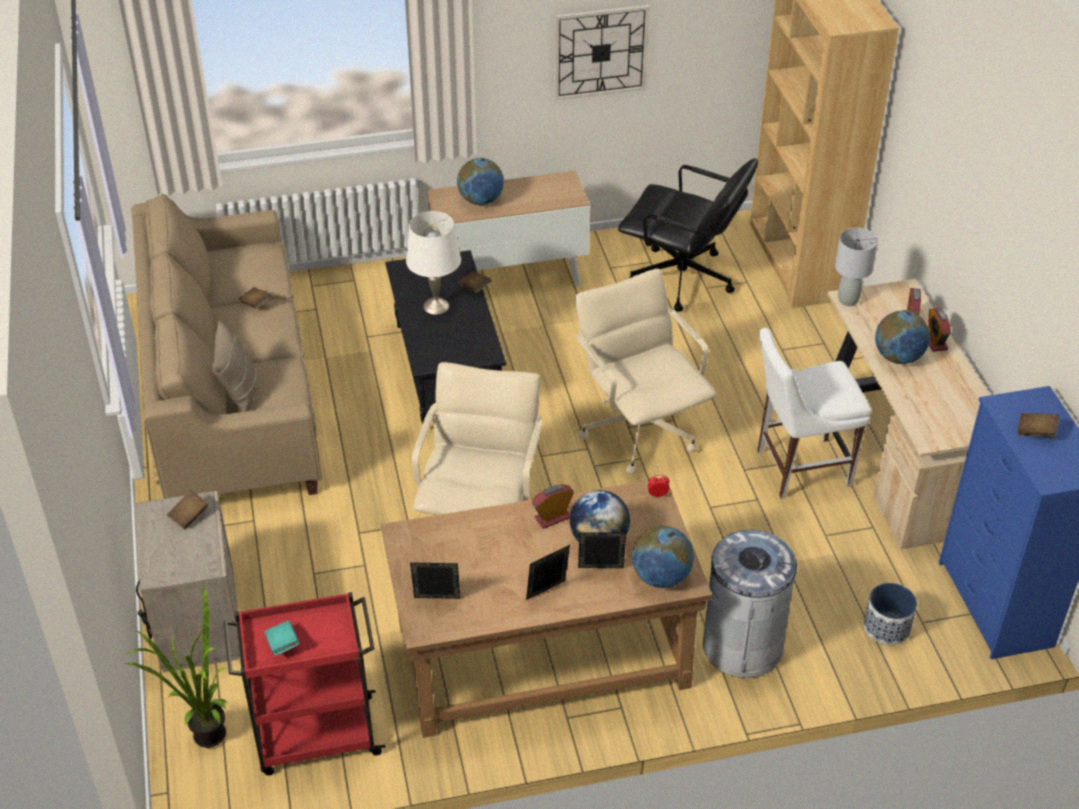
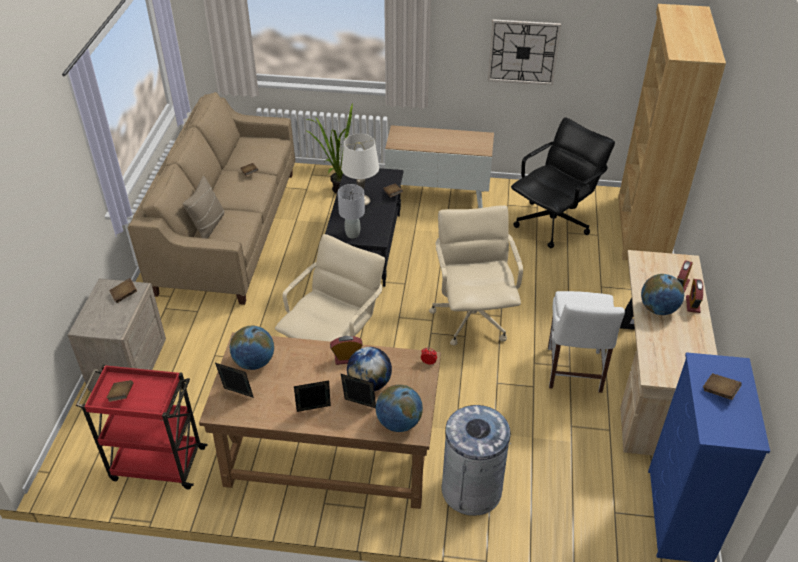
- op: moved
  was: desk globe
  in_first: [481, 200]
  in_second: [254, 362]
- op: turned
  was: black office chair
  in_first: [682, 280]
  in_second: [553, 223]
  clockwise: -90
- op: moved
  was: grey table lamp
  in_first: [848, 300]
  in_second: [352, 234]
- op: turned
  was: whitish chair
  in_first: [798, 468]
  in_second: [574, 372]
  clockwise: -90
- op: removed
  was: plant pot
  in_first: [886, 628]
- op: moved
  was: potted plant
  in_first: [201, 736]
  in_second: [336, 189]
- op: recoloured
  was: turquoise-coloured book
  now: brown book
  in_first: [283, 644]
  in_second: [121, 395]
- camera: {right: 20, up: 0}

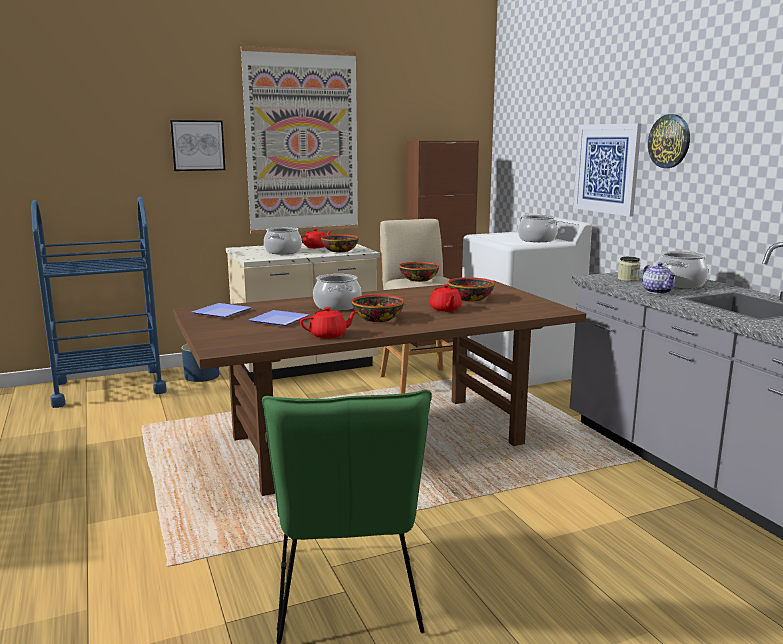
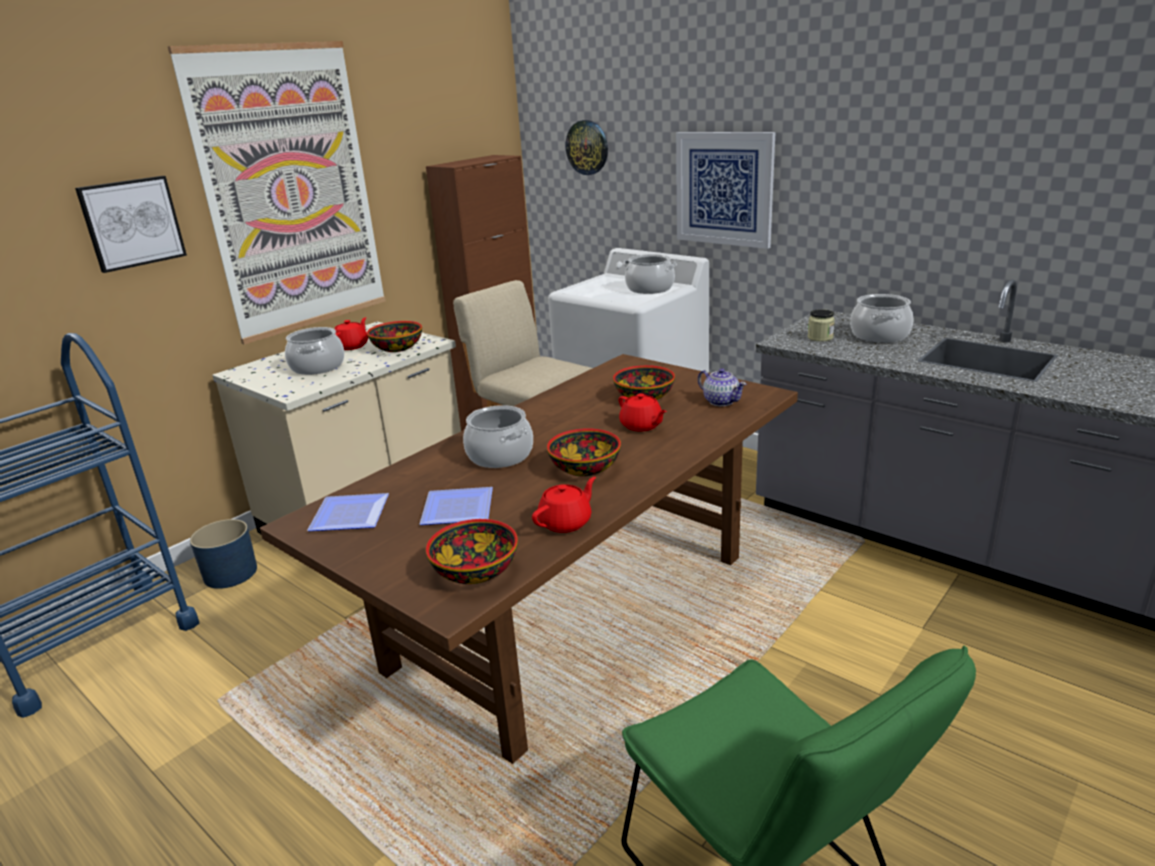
- op: moved
  was: wall clock
  in_first: [669, 141]
  in_second: [587, 147]
- op: moved
  was: bowl
  in_first: [419, 280]
  in_second: [476, 571]
- op: moved
  was: pot for tea
  in_first: [657, 291]
  in_second: [721, 401]
- camera: {right: -25, up: 10}

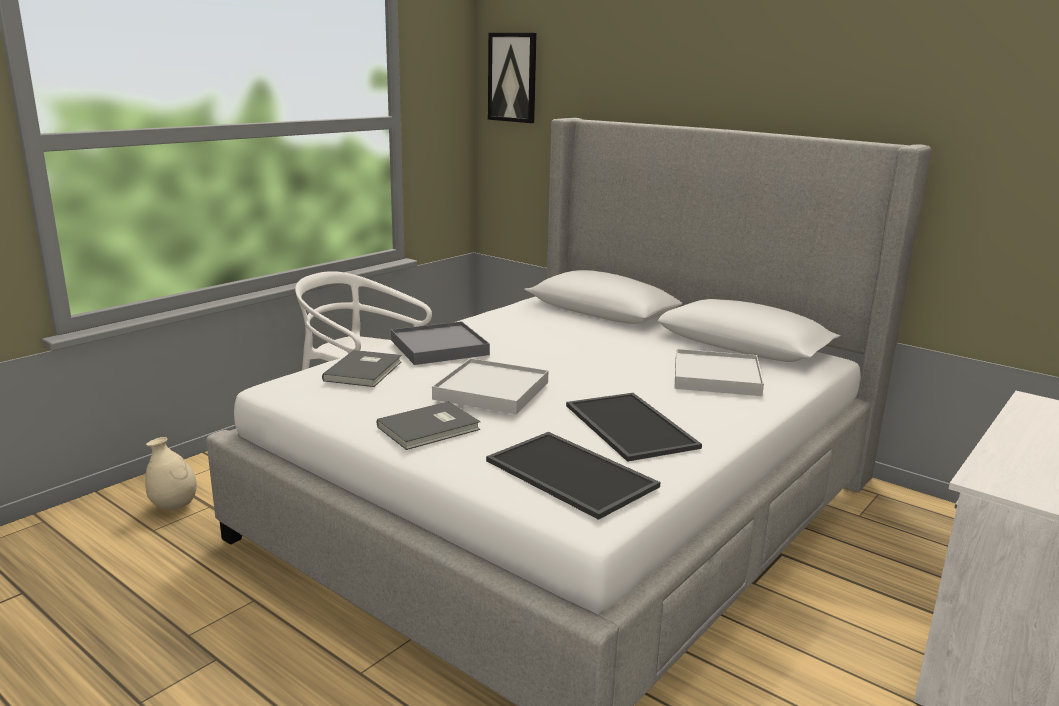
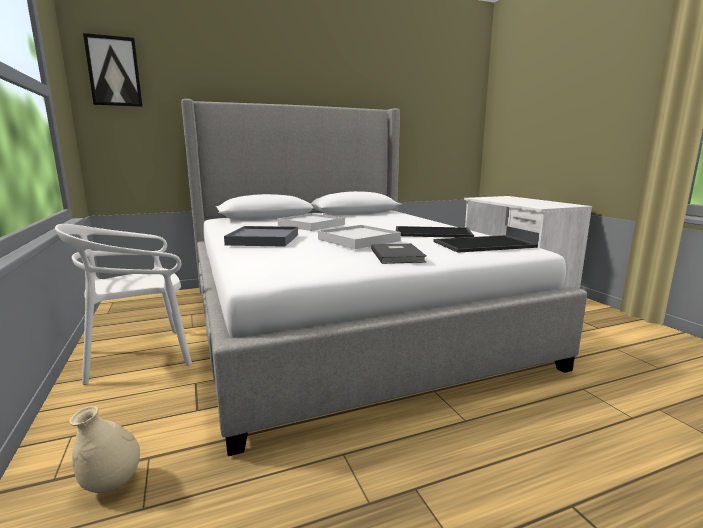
- op: moved
  was: whitish carrying tray
  in_first: [716, 377]
  in_second: [311, 225]
- op: removed
  was: grey book
  in_first: [365, 371]
- camera: {right: -60, up: -5}

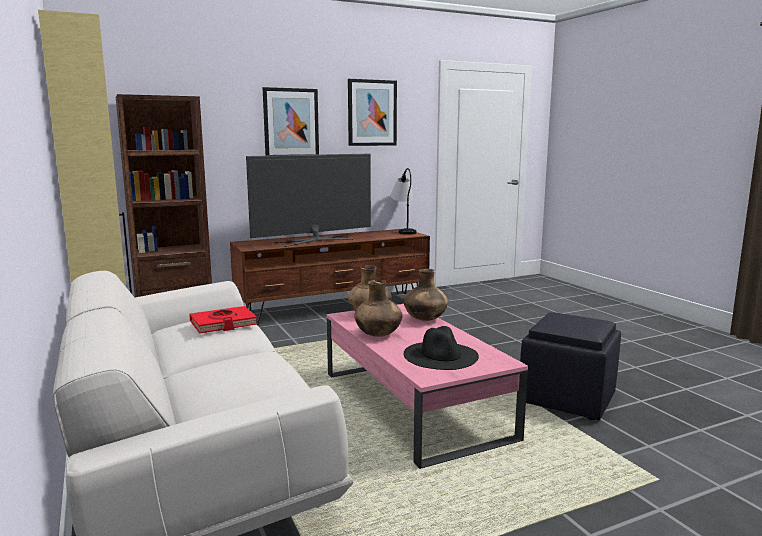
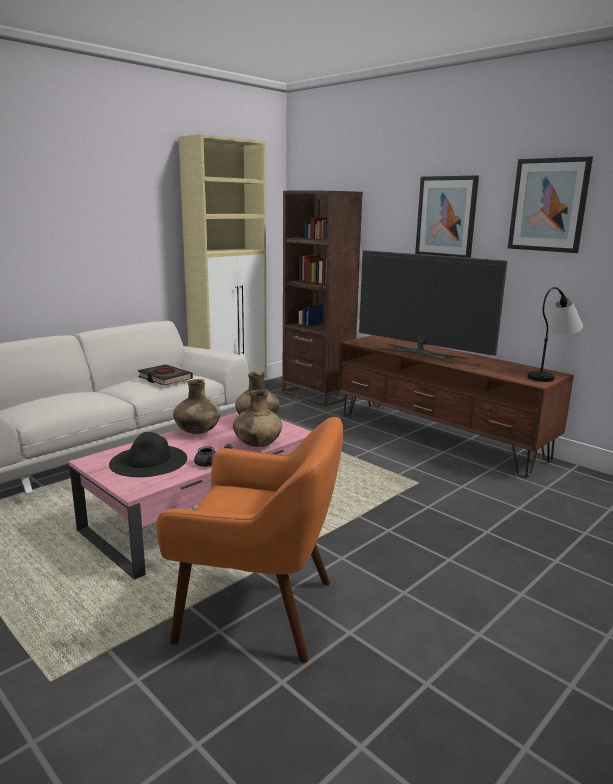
- op: recoloured
  was: red book
  now: black book
  in_first: [223, 324]
  in_second: [165, 378]
- op: replaced
  was: black pouffe
  now: orangey armchair
  in_first: [568, 398]
  in_second: [259, 610]
- op: added
  now: grey pot for tea
  in_second: [211, 463]
- camera: {right: 70, up: 5}

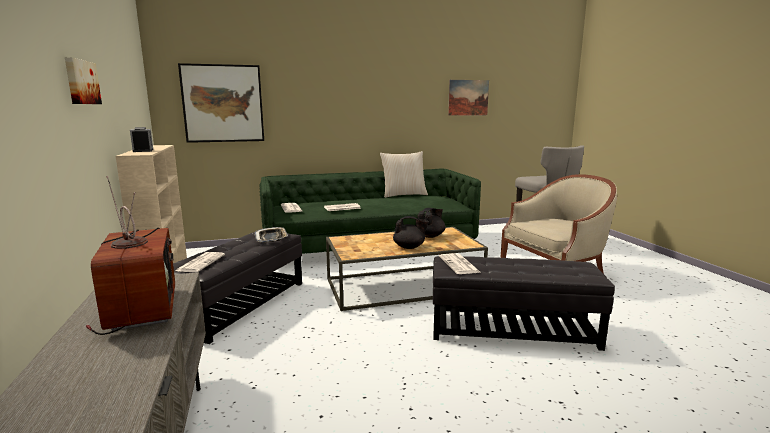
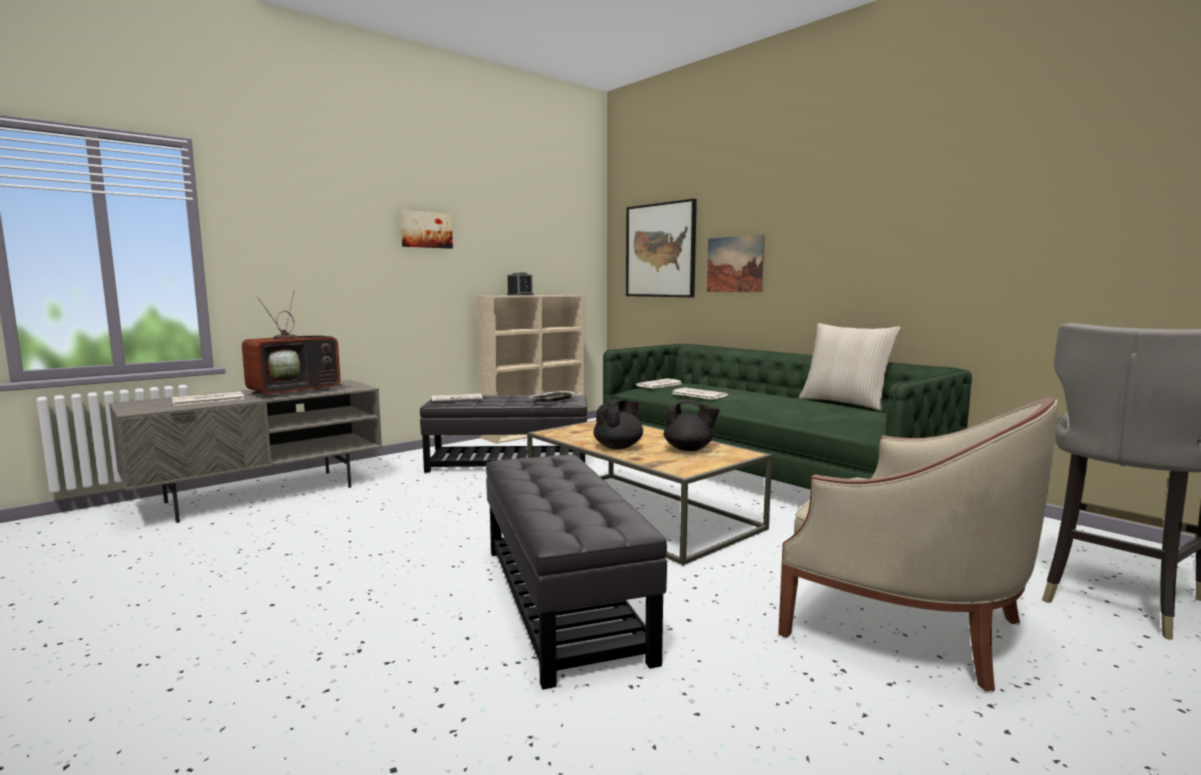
- op: moved
  was: wall picture
  in_first: [468, 97]
  in_second: [734, 264]
- op: turned
  was: black pot for tea
  in_first: [409, 247]
  in_second: [618, 447]
  clockwise: -120
- op: moved
  was: printed paper
  in_first: [459, 265]
  in_second: [207, 400]
- camera: {right: 65, up: -5}

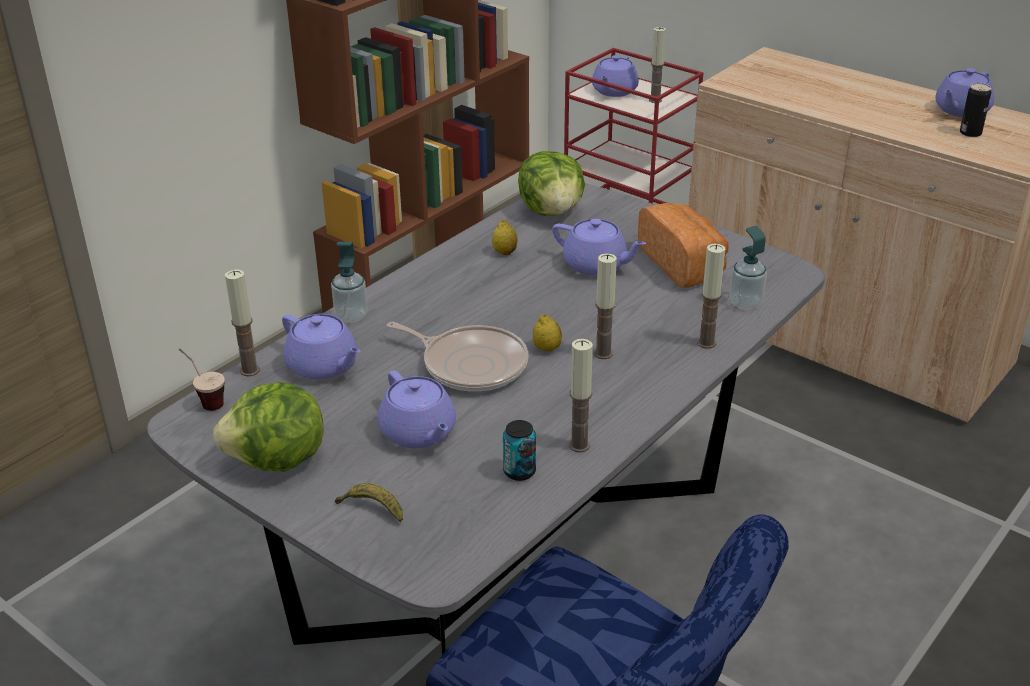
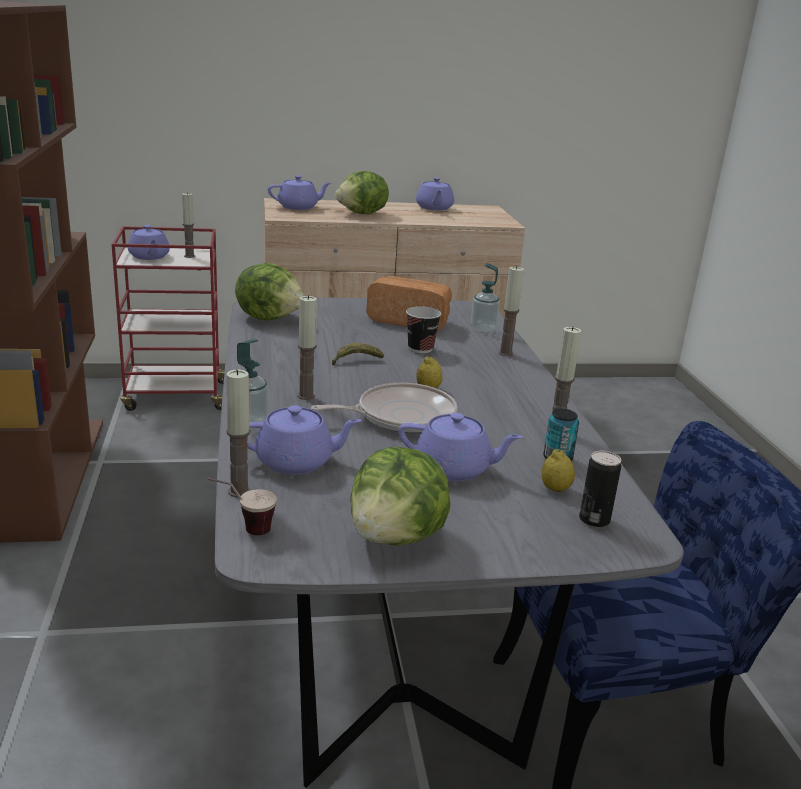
- op: moved
  was: can
  in_first: [970, 133]
  in_second: [594, 520]
- op: moved
  was: purplish pot for tea
  in_first: [596, 265]
  in_second: [299, 207]
- op: moved
  was: whole lemon
  in_first: [504, 252]
  in_second: [555, 489]
- op: moved
  was: candle
  in_first: [603, 353]
  in_second: [306, 396]
- op: moved
  was: banana
  in_first: [372, 509]
  in_second: [355, 360]
- op: added
  now: lettuce
  in_second: [363, 214]
- op: added
  now: small cup
  in_second: [420, 348]
- camera: {right: -50, up: -10}

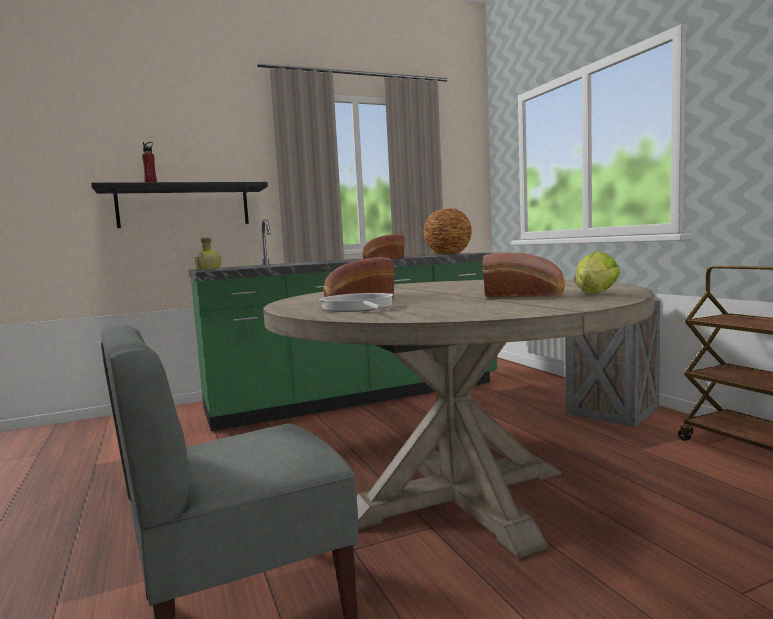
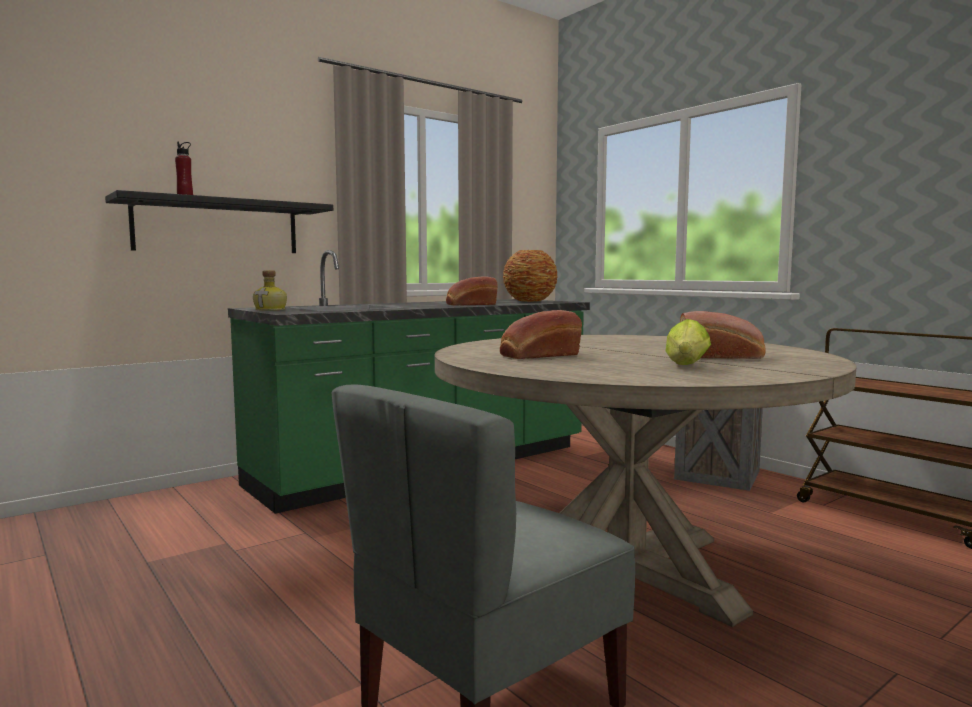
- op: moved
  was: lettuce
  in_first: [594, 294]
  in_second: [686, 366]
- op: removed
  was: pan
  in_first: [358, 308]
- camera: {right: -15, up: 0}

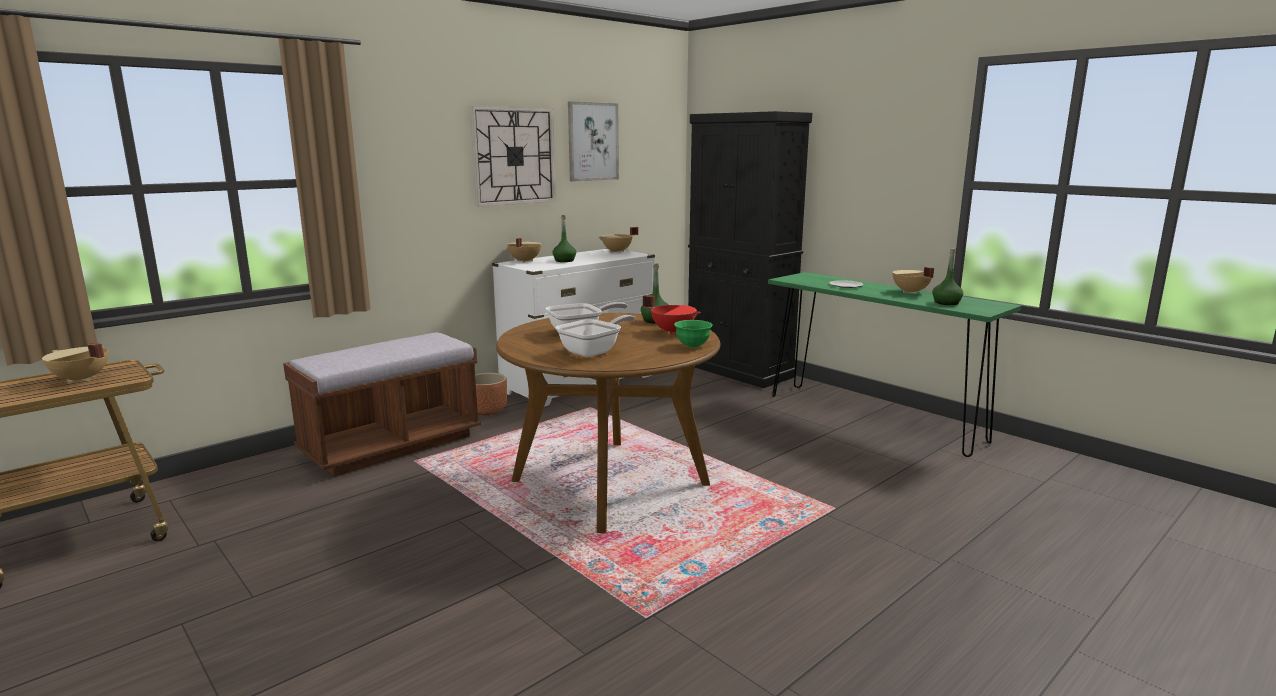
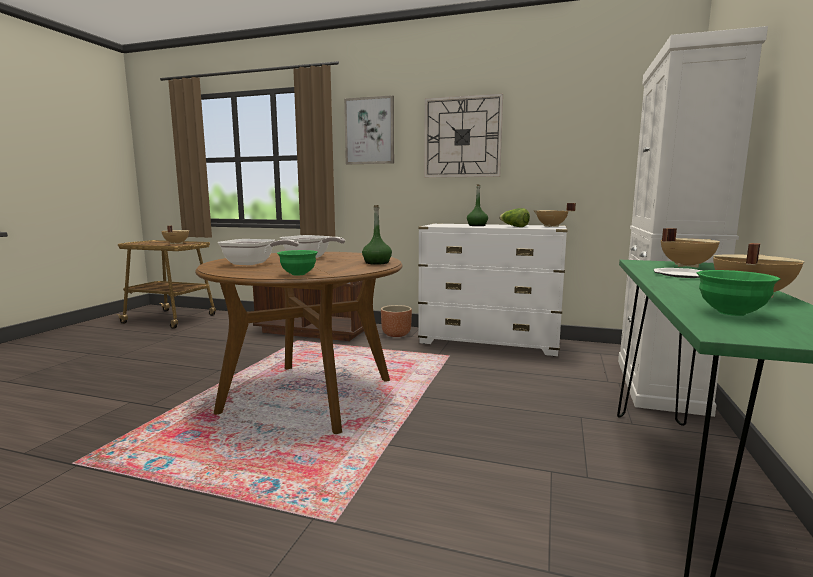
- op: moved
  was: wall picture
  in_first: [592, 141]
  in_second: [369, 131]
- op: recoloured
  was: black storage cabinet
  now: whitish storage cabinet
  in_first: [739, 370]
  in_second: [659, 385]
- op: moved
  was: beige cooking pot
  in_first: [524, 261]
  in_second: [685, 266]
- op: replaced
  was: greenish bottle
  now: greenish bowl
  in_first: [946, 303]
  in_second: [732, 313]
- op: removed
  was: red cooking pot
  in_first: [673, 331]
- op: added
  now: lettuce
  in_second: [514, 226]
- camera: {right: 60, up: -5}

